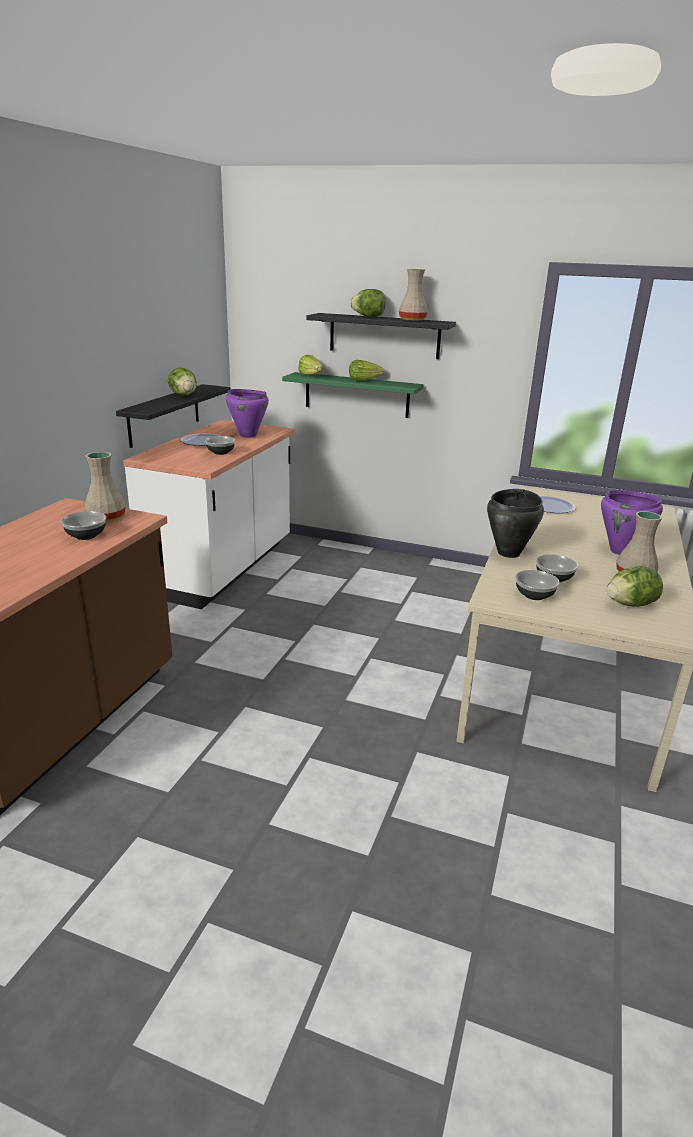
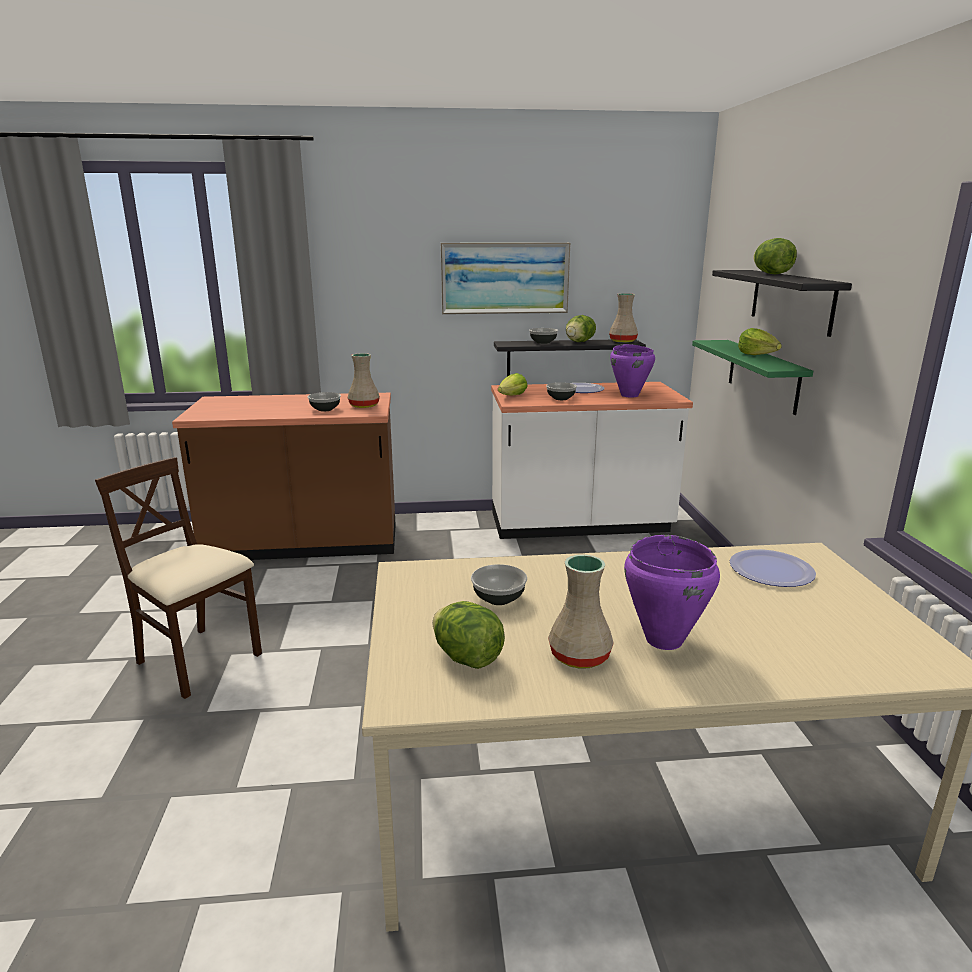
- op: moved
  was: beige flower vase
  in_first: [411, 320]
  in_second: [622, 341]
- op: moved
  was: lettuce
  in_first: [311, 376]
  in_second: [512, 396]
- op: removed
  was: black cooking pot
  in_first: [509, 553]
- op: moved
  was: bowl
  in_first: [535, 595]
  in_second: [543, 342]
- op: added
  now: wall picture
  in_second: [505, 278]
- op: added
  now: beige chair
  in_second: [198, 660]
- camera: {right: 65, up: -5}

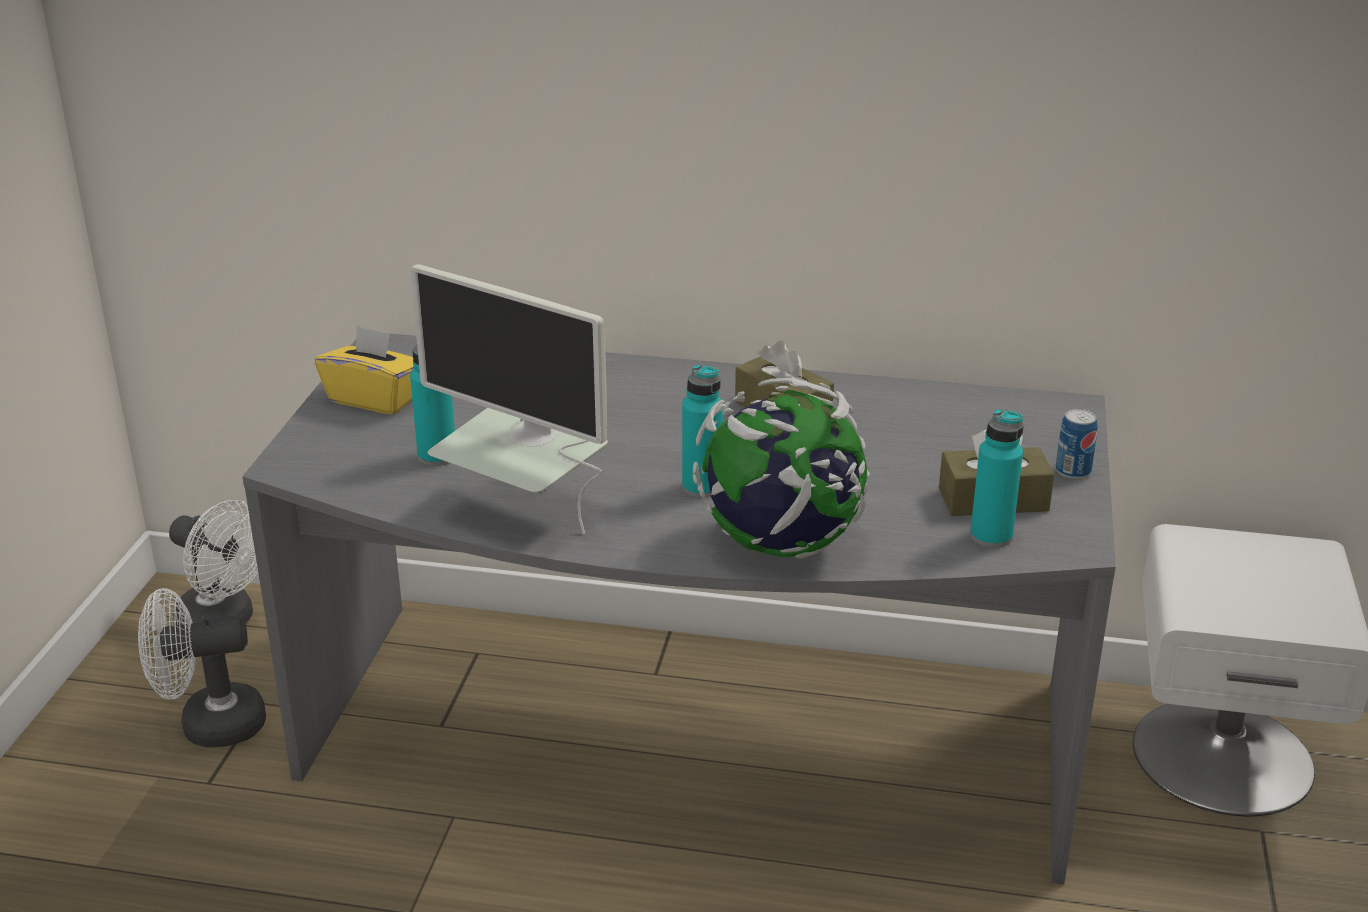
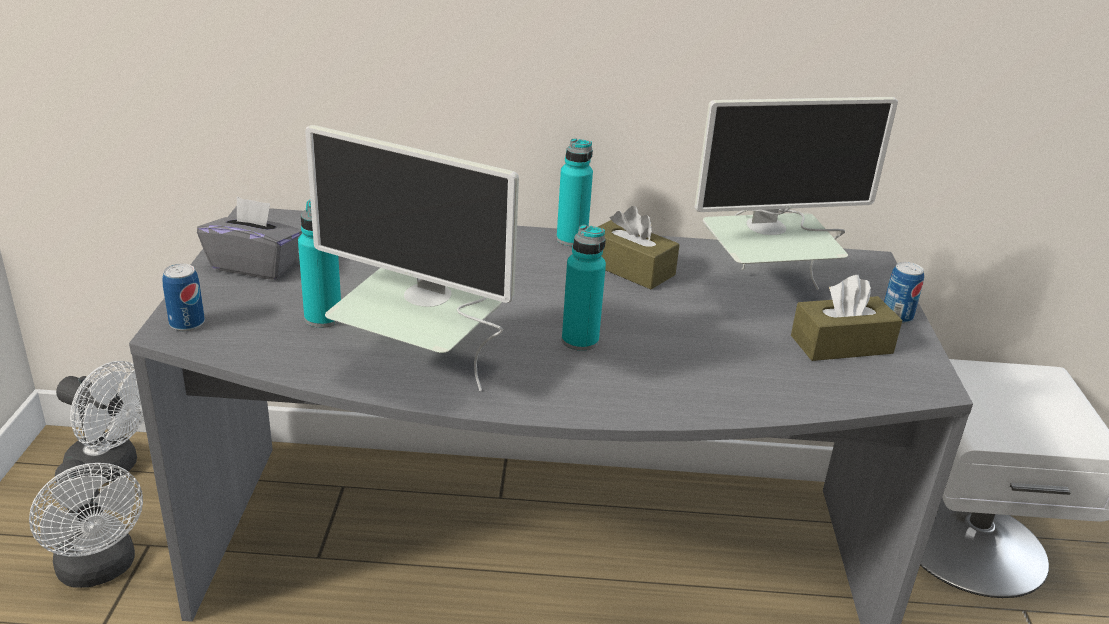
- op: recoloured
  was: yellowish tissue box
  now: grey tissue box
  in_first: [374, 399]
  in_second: [255, 266]
- op: removed
  was: desk globe
  in_first: [780, 544]
- op: moved
  was: turquoise-coloured bottle
  in_first: [991, 536]
  in_second: [571, 239]
- op: turned
  was: whitish cooling fan
  in_first: [209, 725]
  in_second: [100, 570]
  clockwise: -105
- op: added
  now: computer display
  in_second: [763, 293]
- op: added
  now: can
  in_second: [187, 324]
- camera: {right: -10, up: 0}

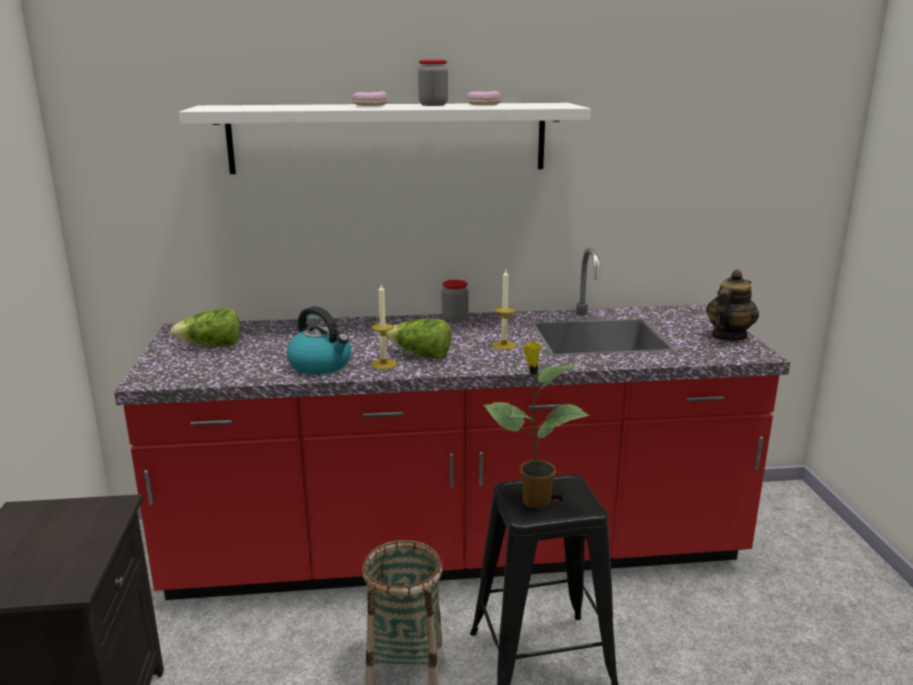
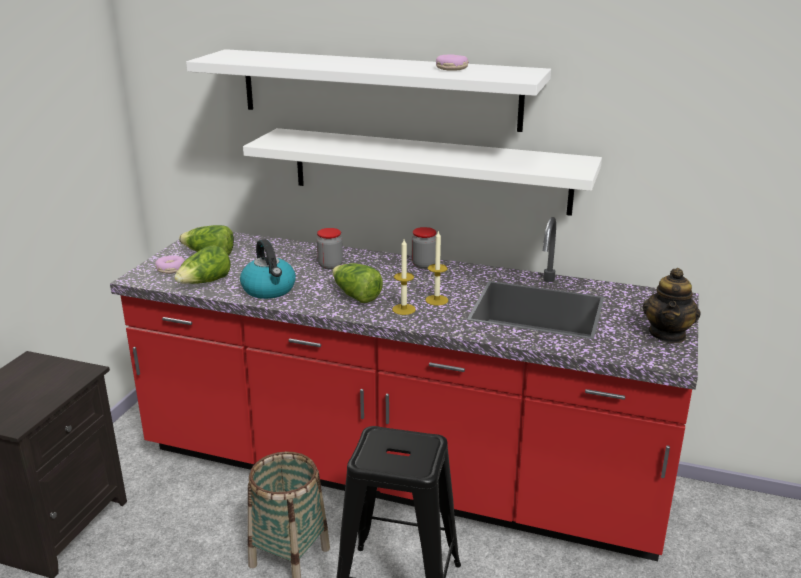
- op: moved
  was: storage jar
  in_first: [433, 105]
  in_second: [330, 265]
- op: moved
  was: donut
  in_first: [370, 105]
  in_second: [171, 269]
- op: turned
  was: pot for tea
  in_first: [728, 336]
  in_second: [668, 334]
  clockwise: 135
- op: moved
  was: candle
  in_first: [384, 364]
  in_second: [403, 309]
- op: removed
  was: potted plant
  in_first: [534, 501]
- op: added
  now: whitish bracket shelf
  in_second: [429, 170]
- op: added
  now: lettuce
  in_second: [205, 283]
- camera: {right: 25, up: 5}

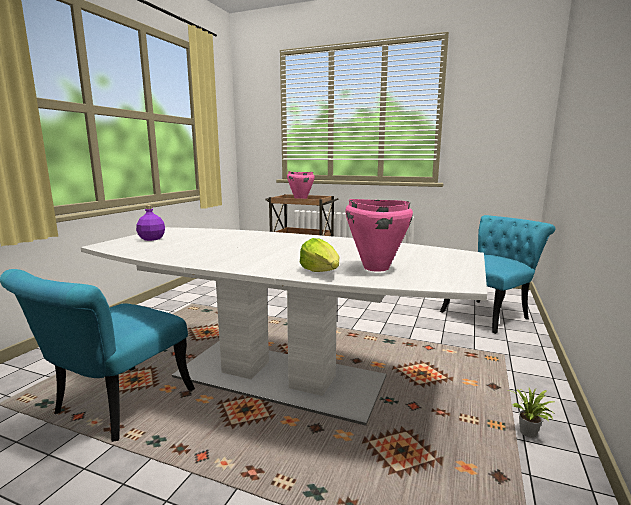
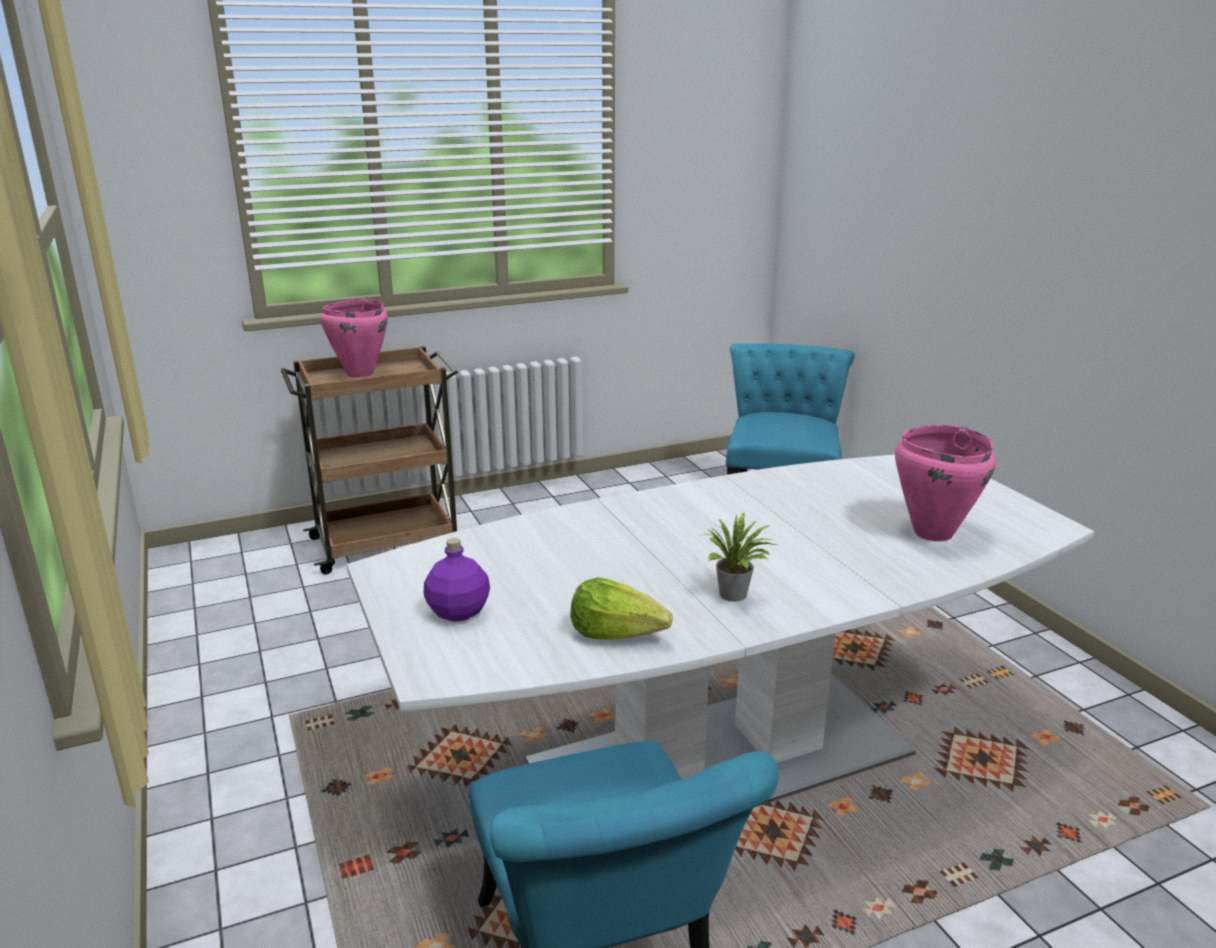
- op: moved
  was: lettuce
  in_first: [321, 272]
  in_second: [617, 633]
- op: moved
  was: potted plant
  in_first: [529, 434]
  in_second: [735, 596]
- camera: {right: -45, up: 10}

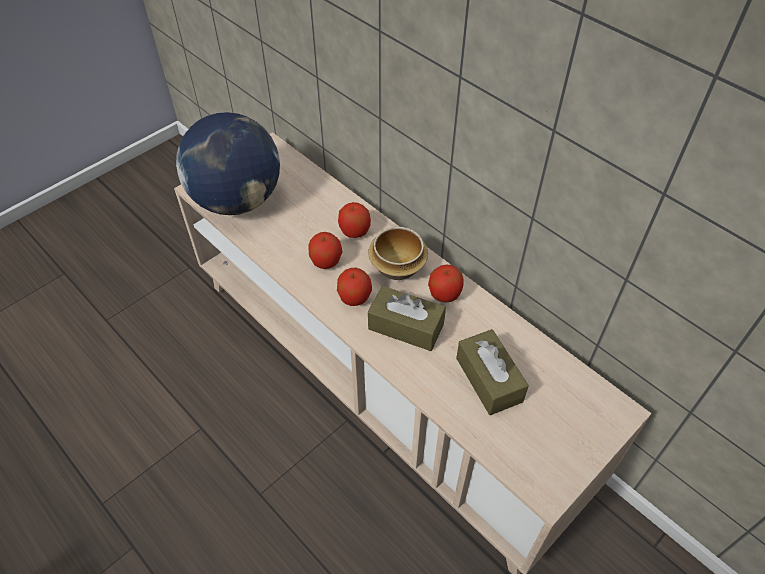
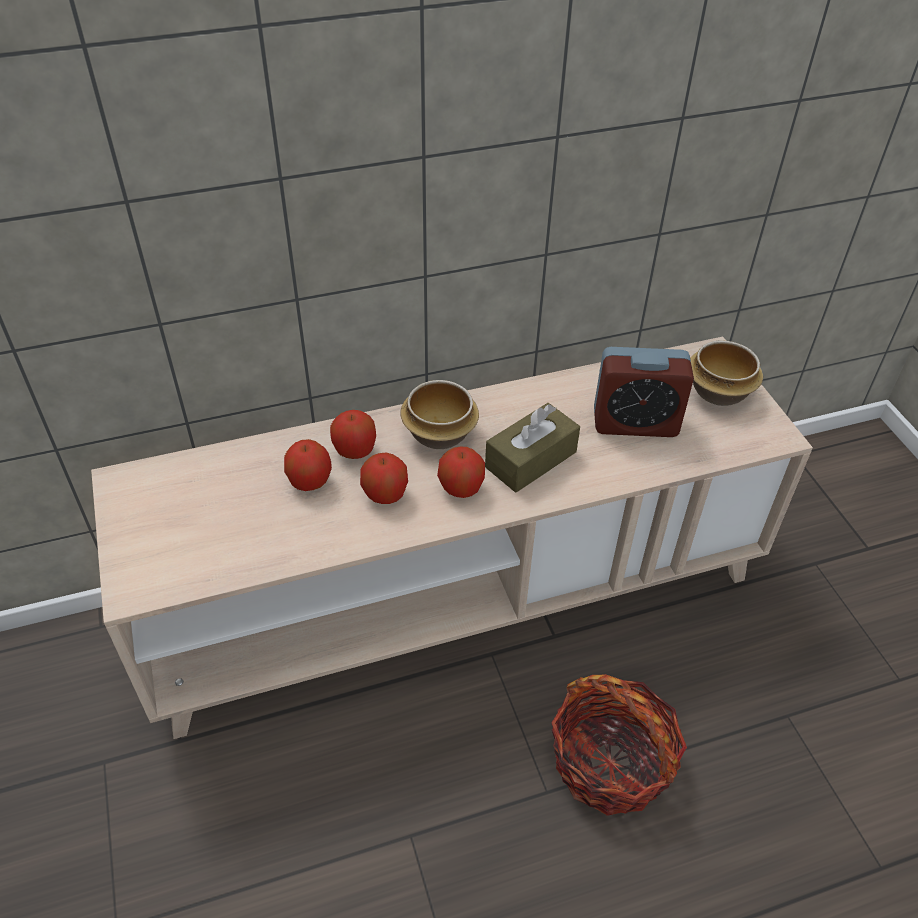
- op: removed
  was: desk globe
  in_first: [237, 200]
- op: moved
  was: whole apple
  in_first: [444, 294]
  in_second: [310, 481]
- op: replaced
  was: brown tissue box
  now: table clock
  in_first: [489, 379]
  in_second: [635, 423]
- op: added
  now: bowl
  in_second: [717, 392]
- op: added
  now: basket
  in_second: [610, 762]
- camera: {right: -65, up: -5}

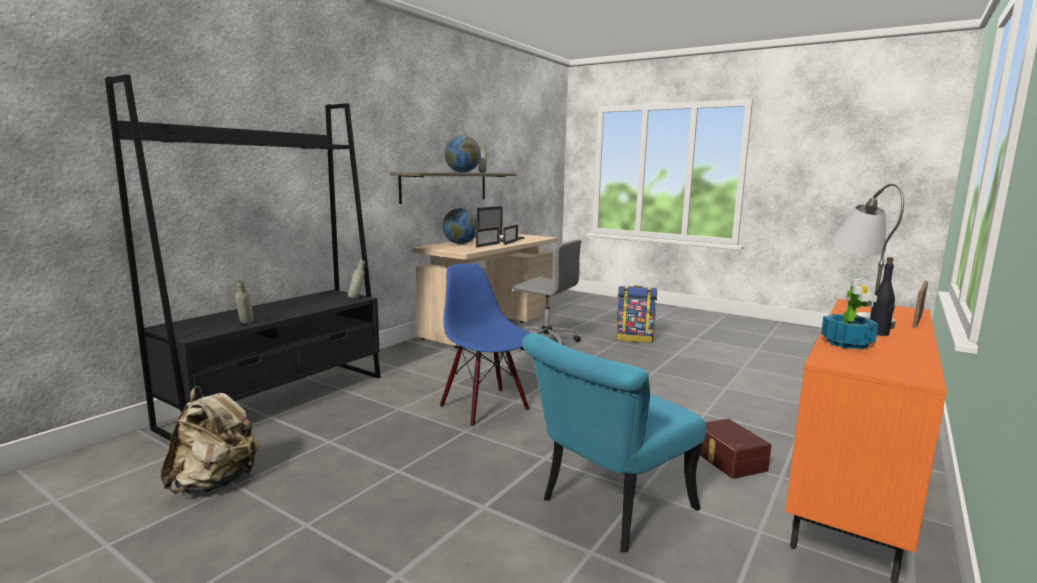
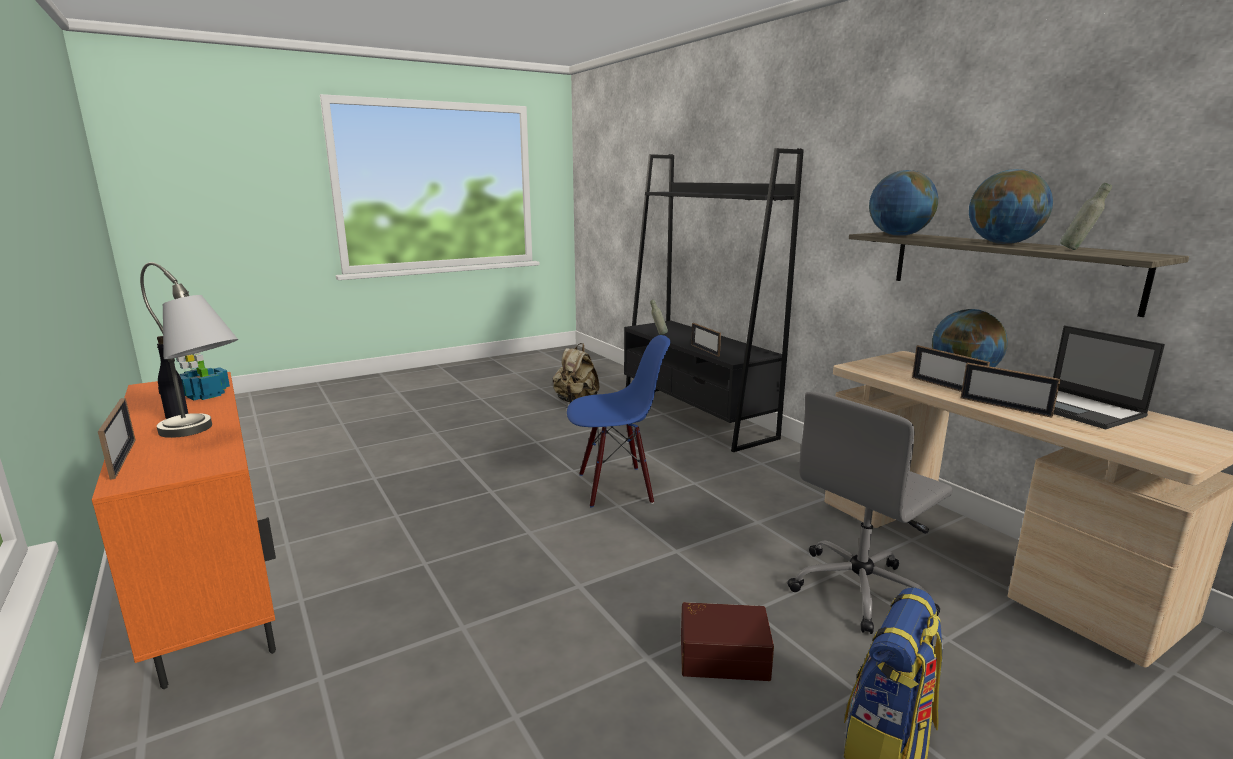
- op: removed
  was: grey bottle
  in_first: [357, 298]
- op: removed
  was: turquoise-coloured chair
  in_first: [607, 510]
- op: moved
  was: brown storage container
  in_first: [727, 460]
  in_second: [723, 654]
- op: added
  now: desk globe
  in_second: [898, 235]
- op: added
  now: picture frame
  in_second: [705, 350]
- camera: {right: 115, up: 5}

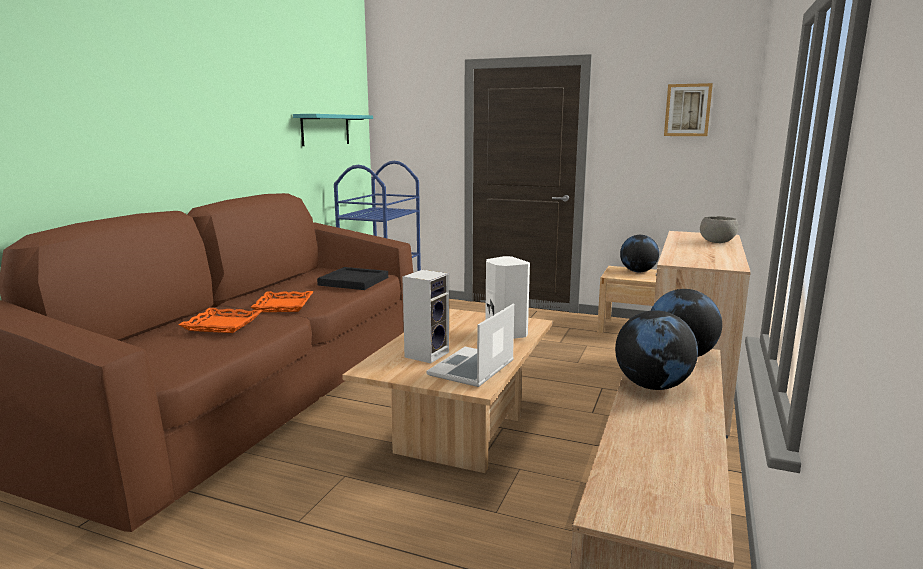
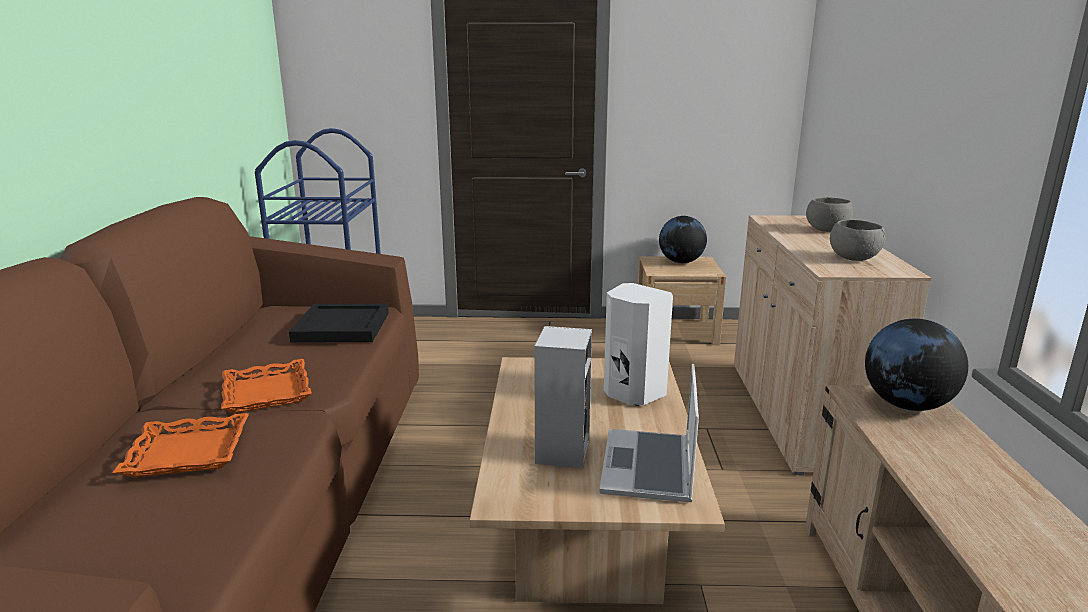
- op: removed
  was: wall picture
  in_first: [687, 110]
- op: removed
  was: turquoise-coloured bracket shelf
  in_first: [325, 130]
- op: removed
  was: desk globe
  in_first: [652, 386]
- op: added
  now: grey bowl
  in_second: [854, 258]
- camera: {right: -20, up: 5}

